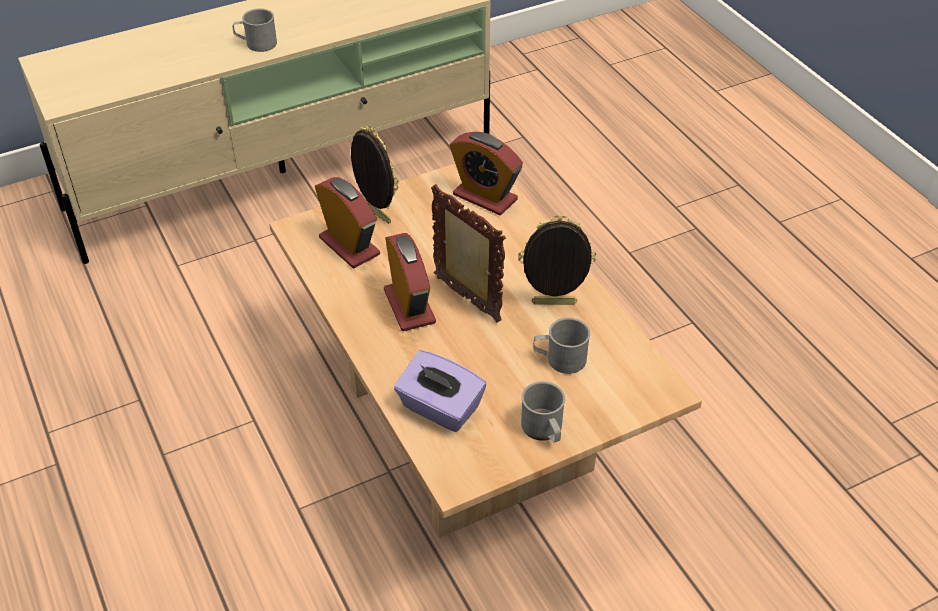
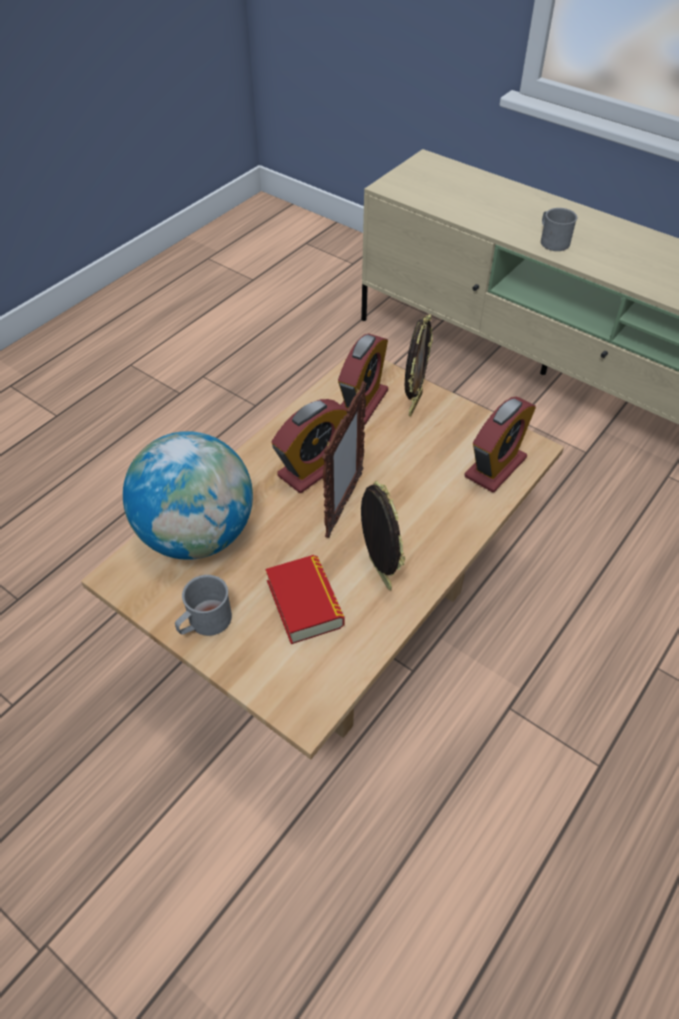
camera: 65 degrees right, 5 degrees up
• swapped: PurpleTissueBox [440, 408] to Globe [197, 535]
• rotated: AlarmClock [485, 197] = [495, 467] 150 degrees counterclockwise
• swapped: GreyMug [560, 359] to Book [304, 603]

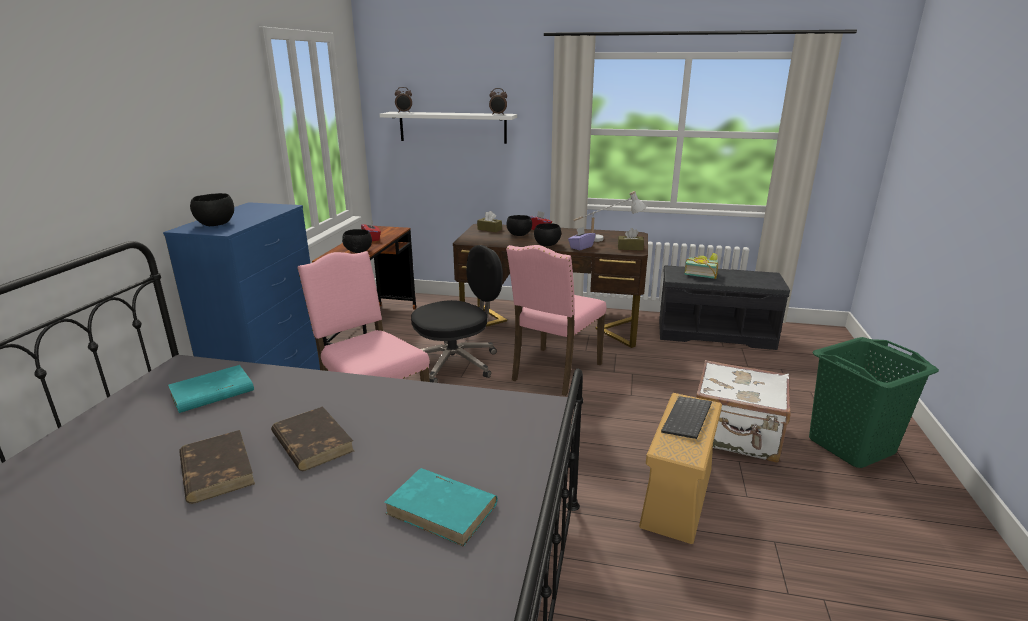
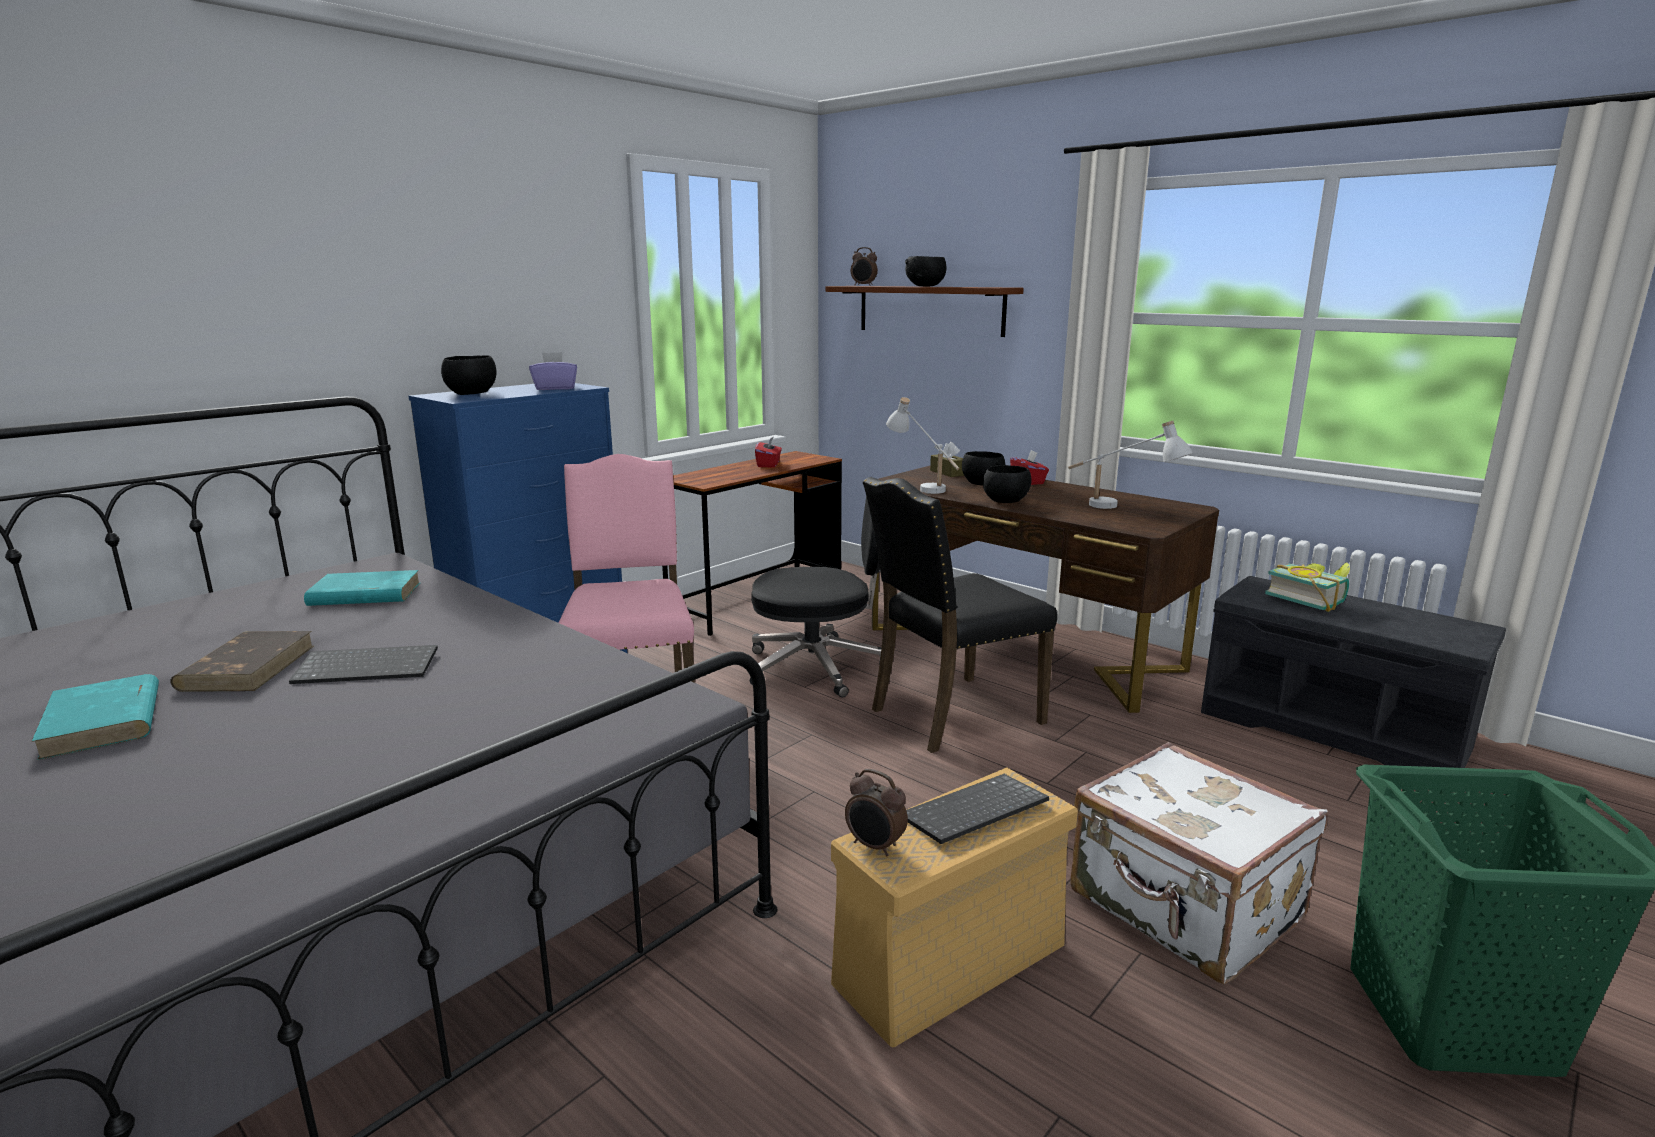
camera: 30 degrees right, 5 degrees down
• swapped: BrownBook [312, 442] to Keyboard [369, 667]
• shifted: BlackBowl [359, 251] to [926, 286]
• repainted: WhiteShelf [452, 127] to BrownShelf [930, 310]
• shifted: TurquoiseBook [442, 509] to [103, 722]
• shifted: AlarmClock [498, 114] to [875, 846]
• repainted: PinkChair [554, 372] to BlackChair [951, 715]
• shifted: PurpleTissueBox [581, 247] to [555, 388]
• gone: BrownTissueBox [630, 248]
• new: WhiteTableLamp [922, 487]

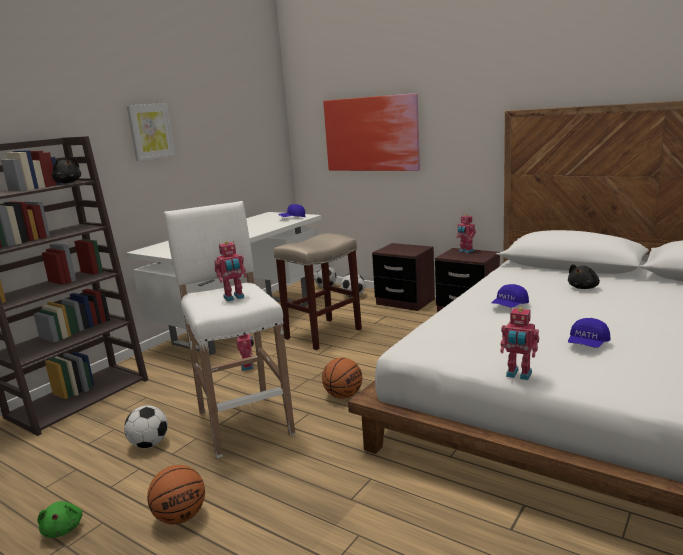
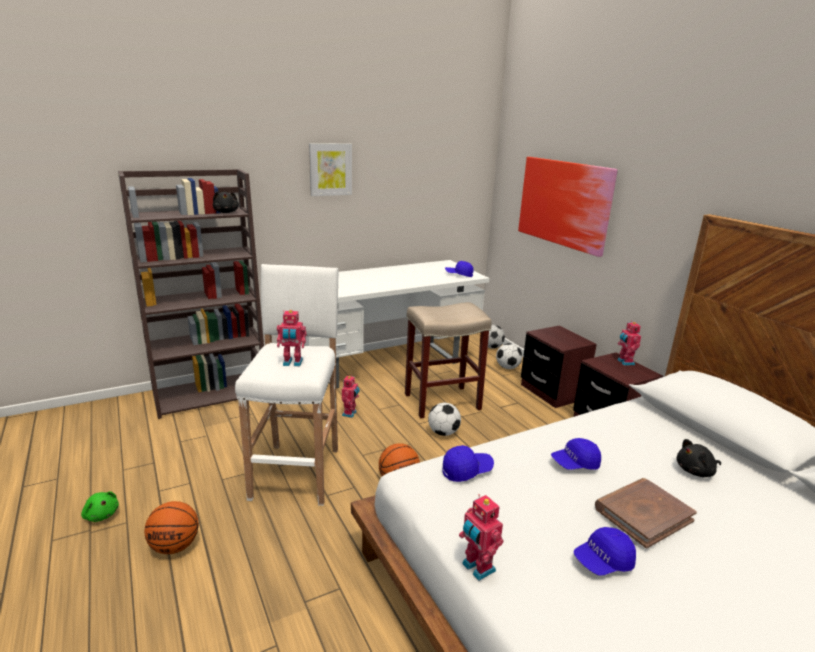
camera: 25 degrees right, 5 degrees up
• rotated: GreenPlushToy [63, 529] = [101, 515] 60 degrees counterclockwise
• shifted: Football [149, 444] to [443, 433]
• new: BlueCap [466, 471]
• new: BrownBook [643, 514]

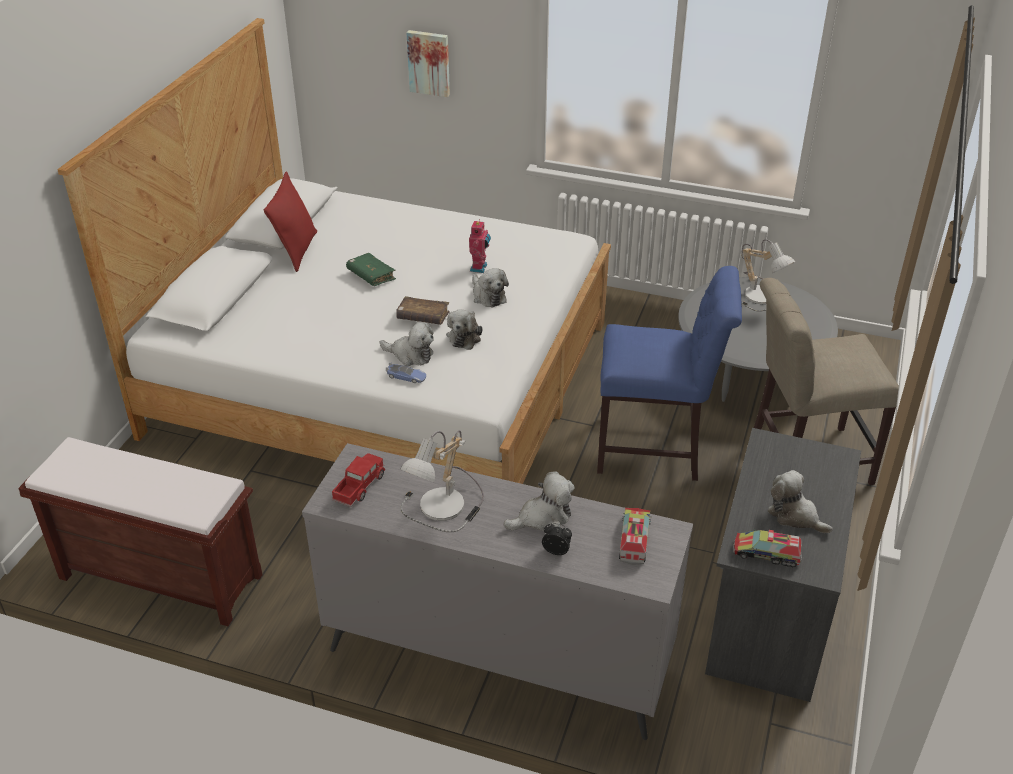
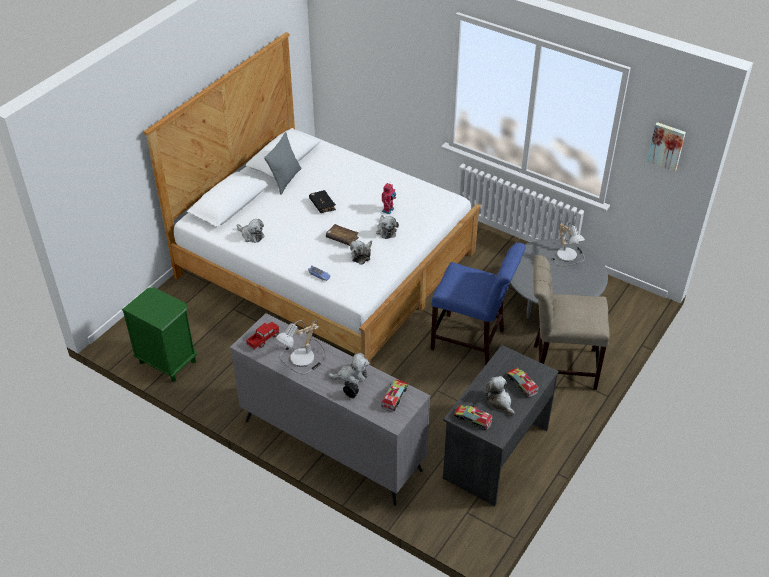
camera: 15 degrees right, 5 degrees up
• swapped: BrownBench [158, 577] to GreenNightstand [167, 362]
• repainted: RedPillow [297, 250] to GreyPillow [285, 180]
• repainted: GreenBook [371, 275] to BlackBook [322, 205]
• shifted: PlushToy [410, 355] to [251, 235]
• shifted: Picture [429, 62] to [666, 146]
• new: ToyTruck [522, 384]

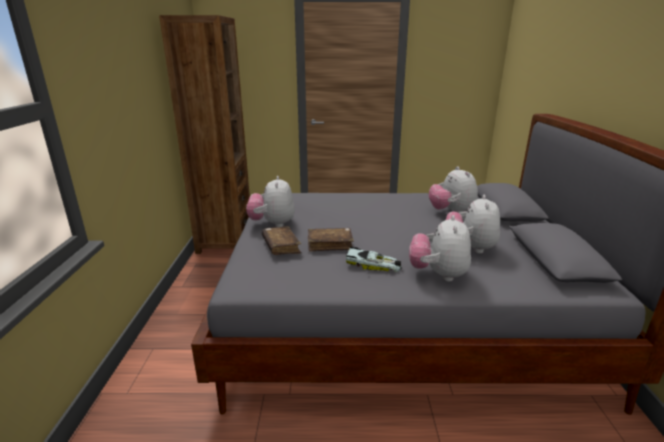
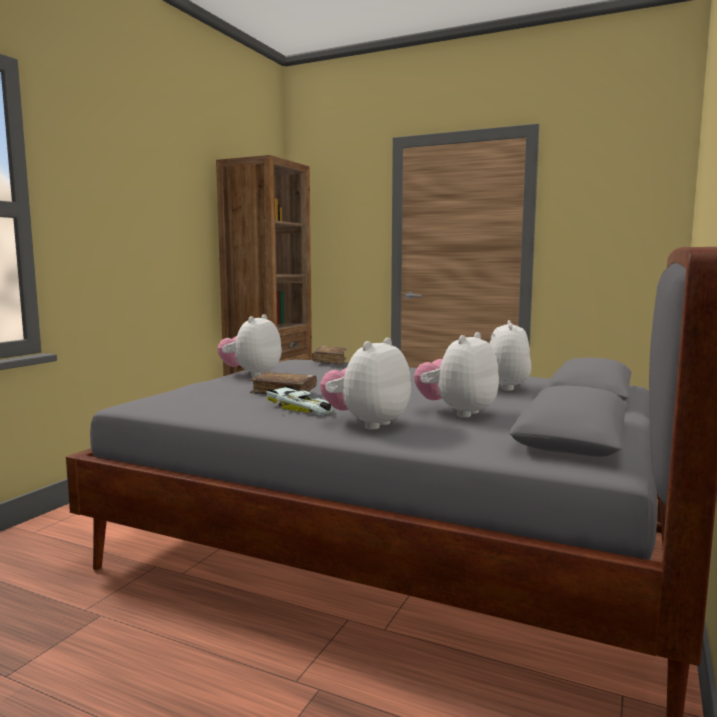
camera: 25 degrees right, 15 degrees down
• shifted: BrownBook [281, 246] to [330, 362]

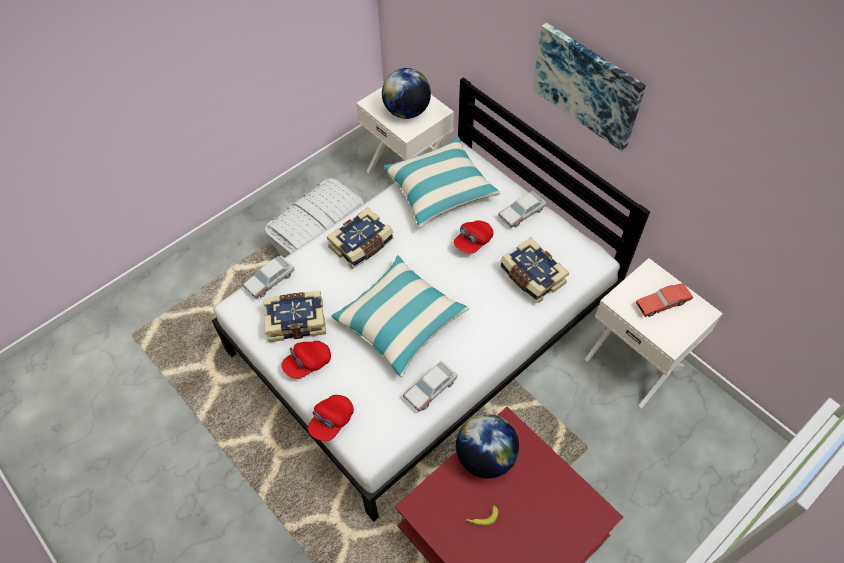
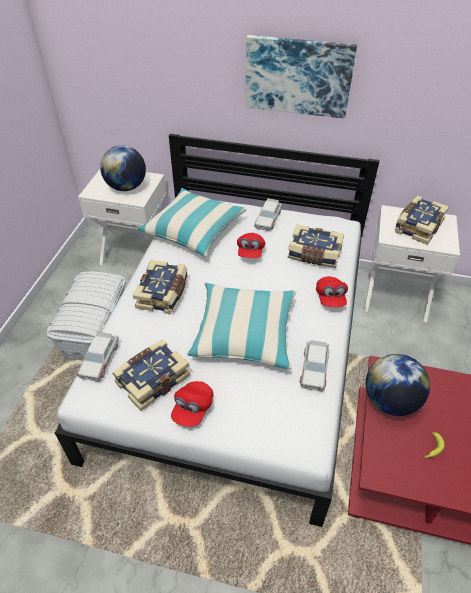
camera: 35 degrees left, 10 degrees down
• shifted: RedCap [331, 421] to [330, 298]
• swapped: RedToyCar [662, 303] to Book [417, 226]

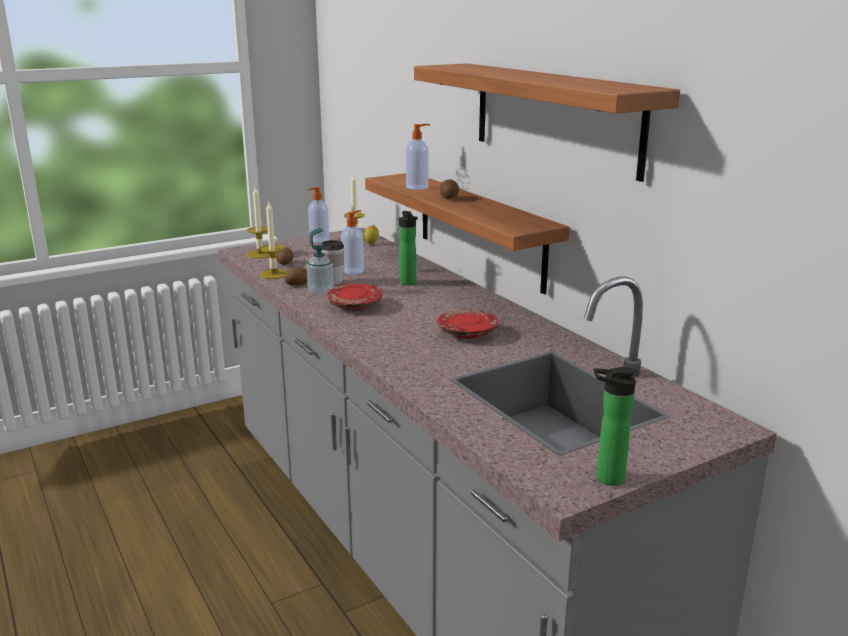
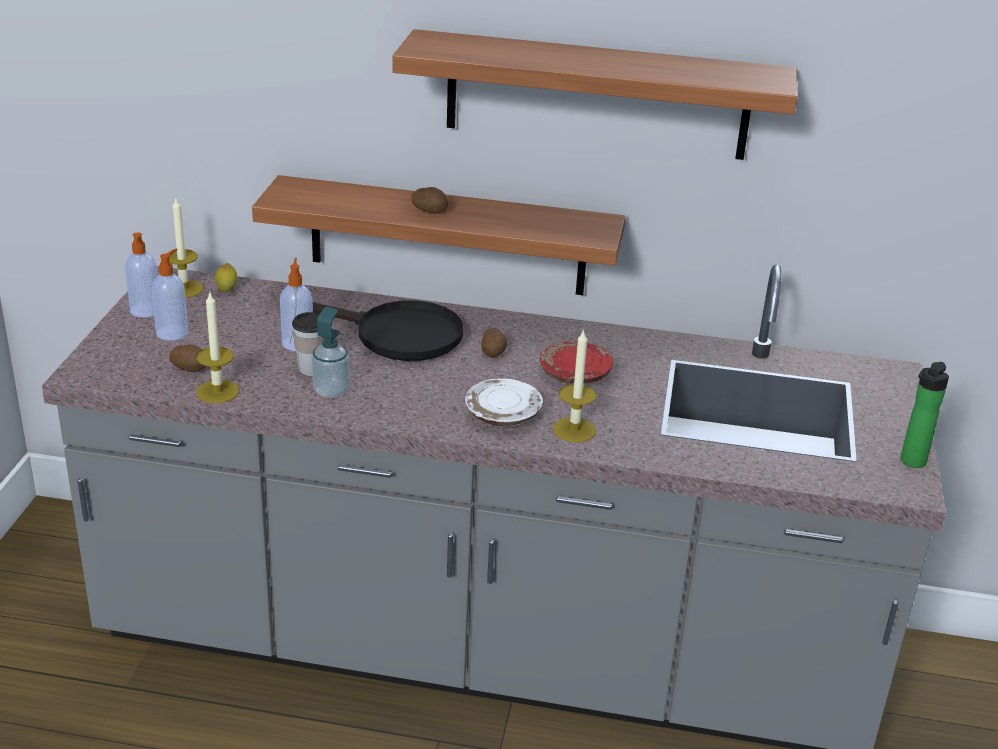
camera: 50 degrees left, 10 degrees up
• shifted: Candle [260, 254] to [574, 430]
• shifted: Potato [298, 284] to [493, 352]
• gone: RedPlate [355, 306]
• swapped: Bottle [408, 283] to BlackFryingPan [394, 335]
• shifted: SoapDispenser [418, 187] to [173, 332]
• new: WhitePlate [503, 415]

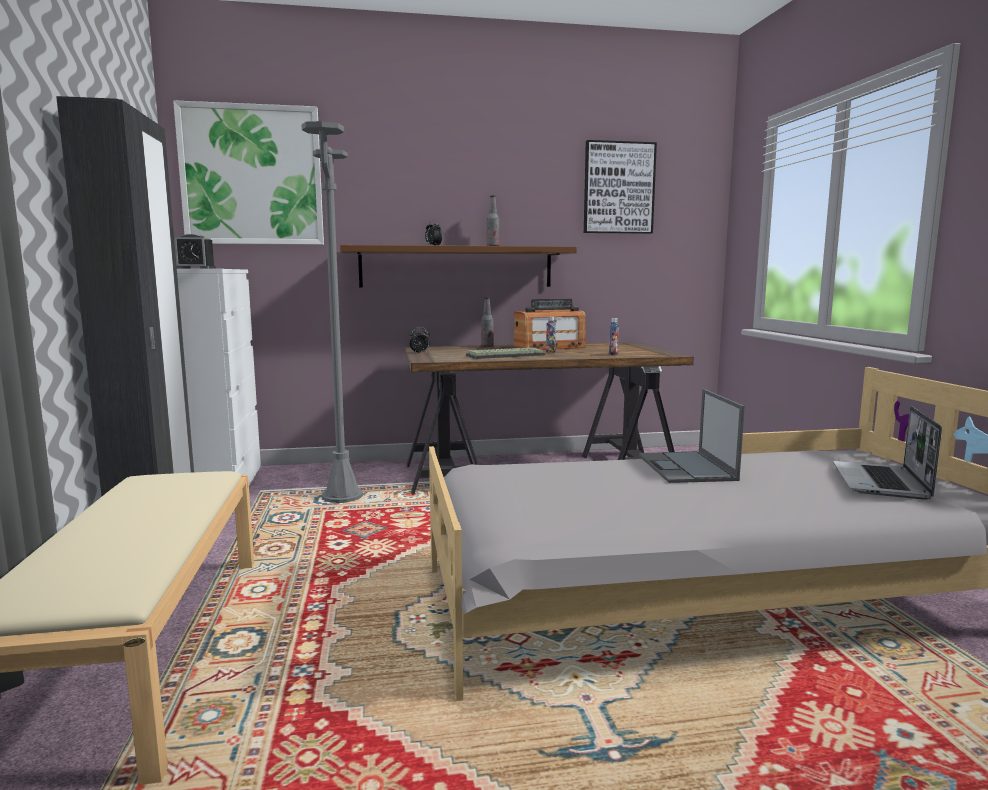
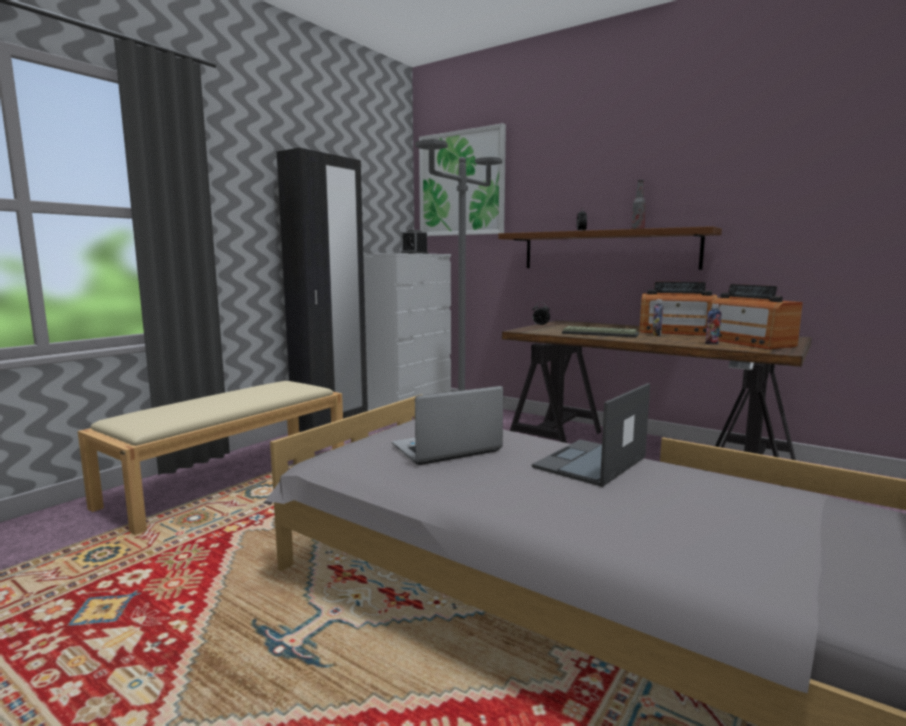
camera: 45 degrees right, 0 degrees up
• gone: Bottle [487, 346]
• gone: Picture [618, 188]
• shifted: Laptop [881, 482] to [445, 449]
• new: Radio [748, 342]

